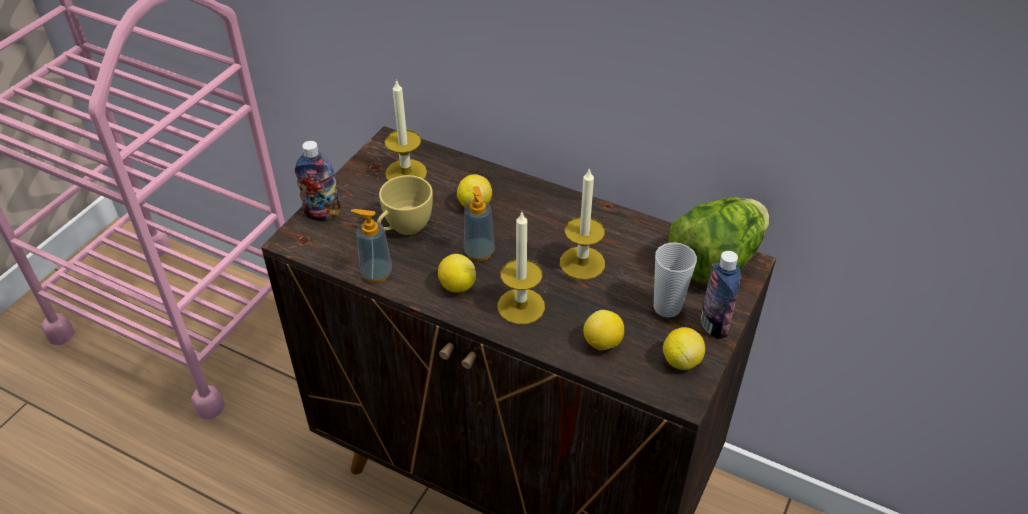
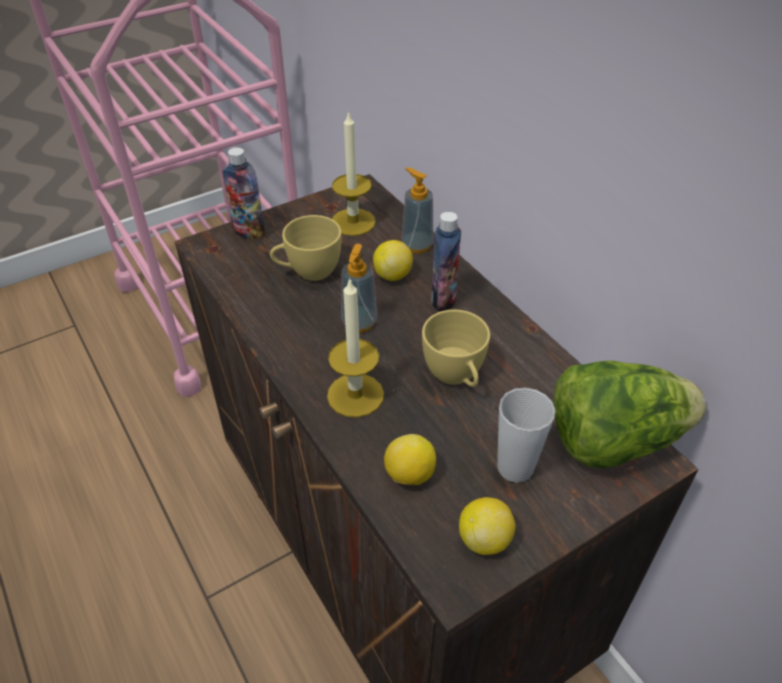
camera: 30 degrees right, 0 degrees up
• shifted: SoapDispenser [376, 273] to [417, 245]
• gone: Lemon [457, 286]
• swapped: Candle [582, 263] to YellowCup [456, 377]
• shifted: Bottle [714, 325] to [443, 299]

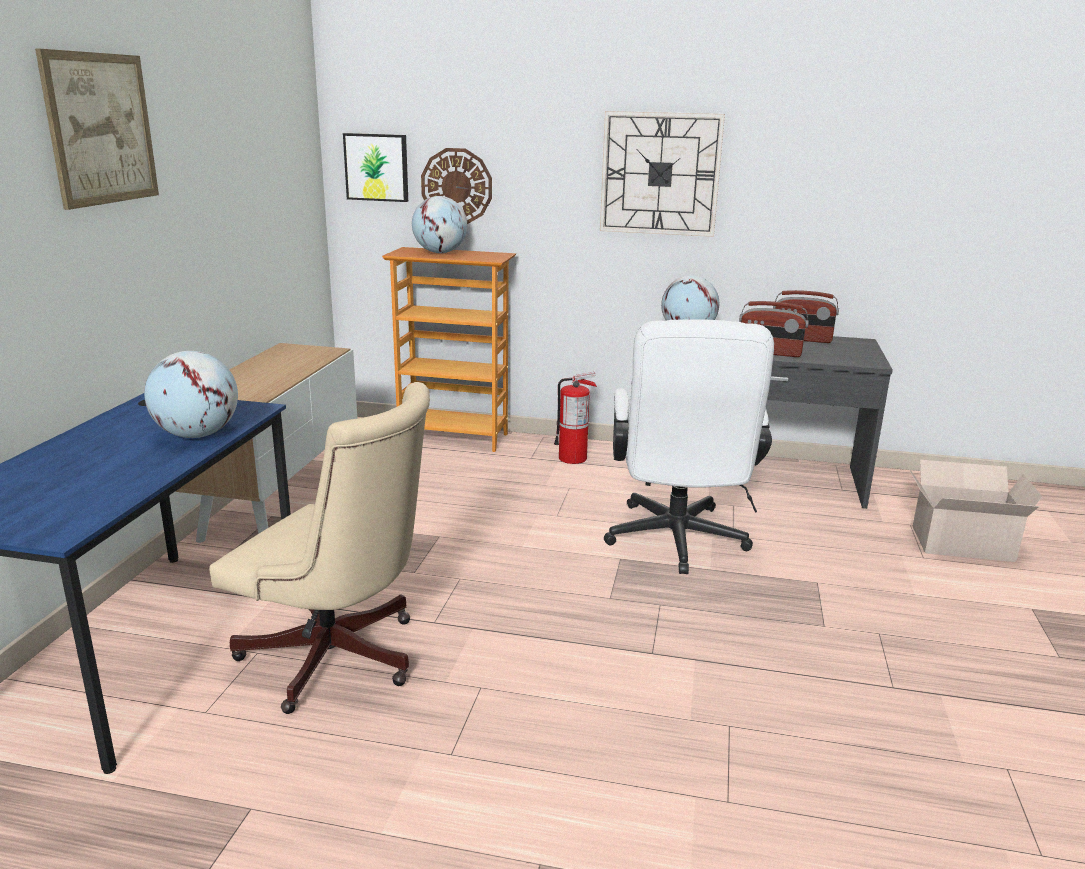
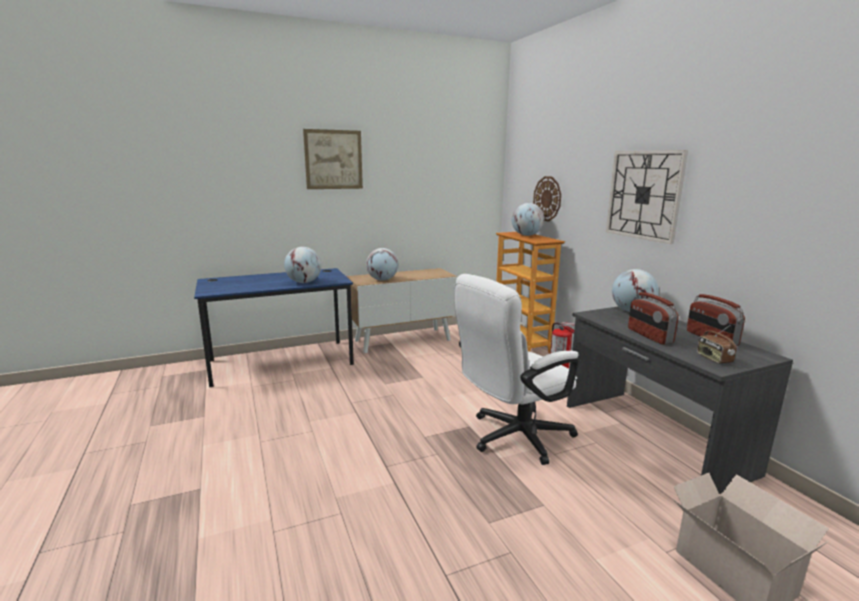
camera: 55 degrees right, 5 degrees down
• gone: BeigeOfficeChair [339, 661]
• gone: Picture [377, 167]
• new: Globe [382, 280]
• new: Radio [713, 359]

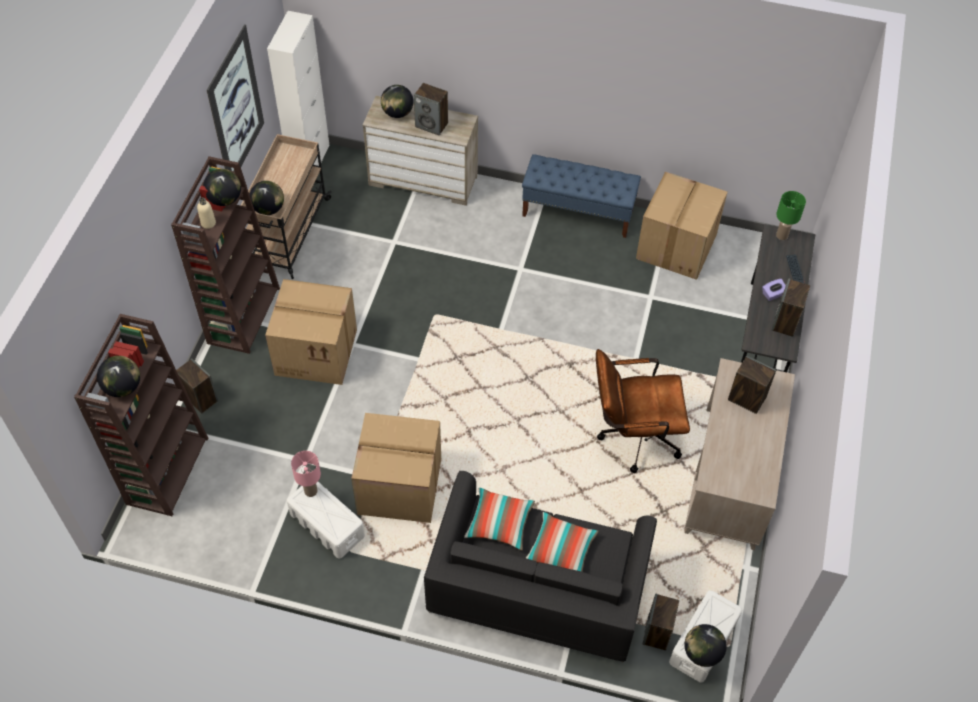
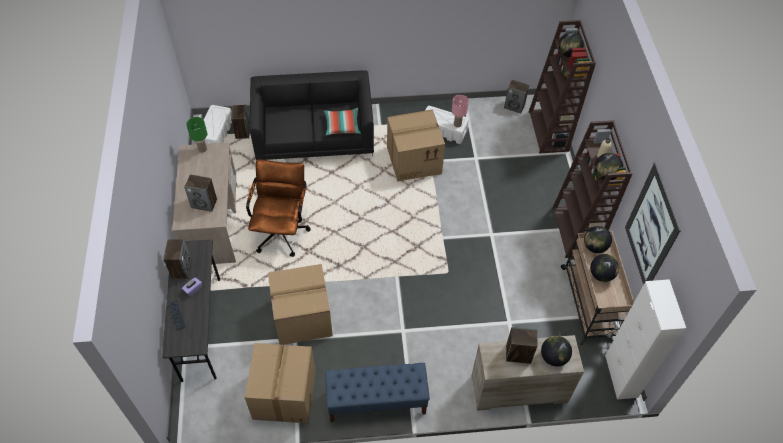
camera: 160 degrees right, 0 degrees up
• shifted: Speaker [200, 399] to [514, 106]
• shifted: CardboardBox [317, 351] to [302, 318]
• gone: Pillow [561, 550]
• rotated: BrownOfficeChair [632, 436] = [282, 230] 60 degrees counterclockwise
• shifted: Globe [702, 653] to [601, 275]
• shifted: GreenTableLamp [781, 235] to [202, 149]

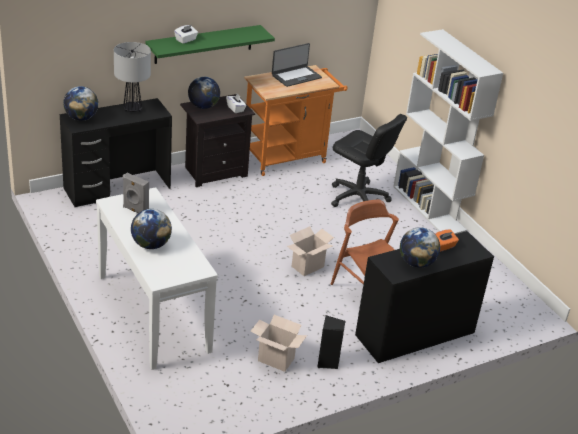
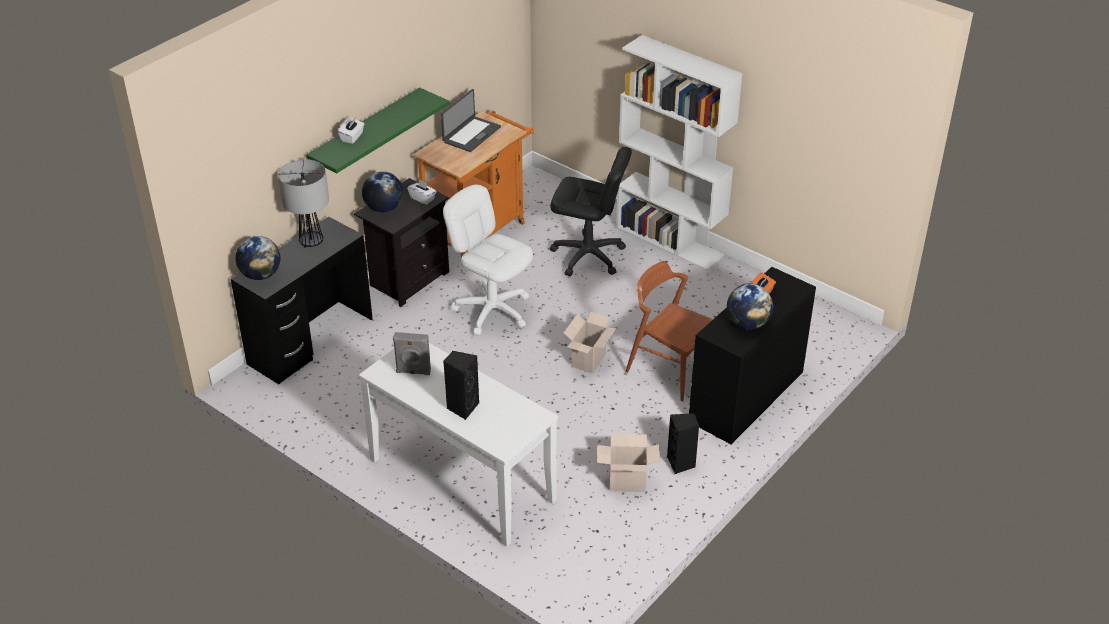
camera: 20 degrees left, 5 degrees up
• swapped: Globe [151, 245] to BlackSpeaker [462, 407]
• new: WhiteOfficeChair [492, 310]

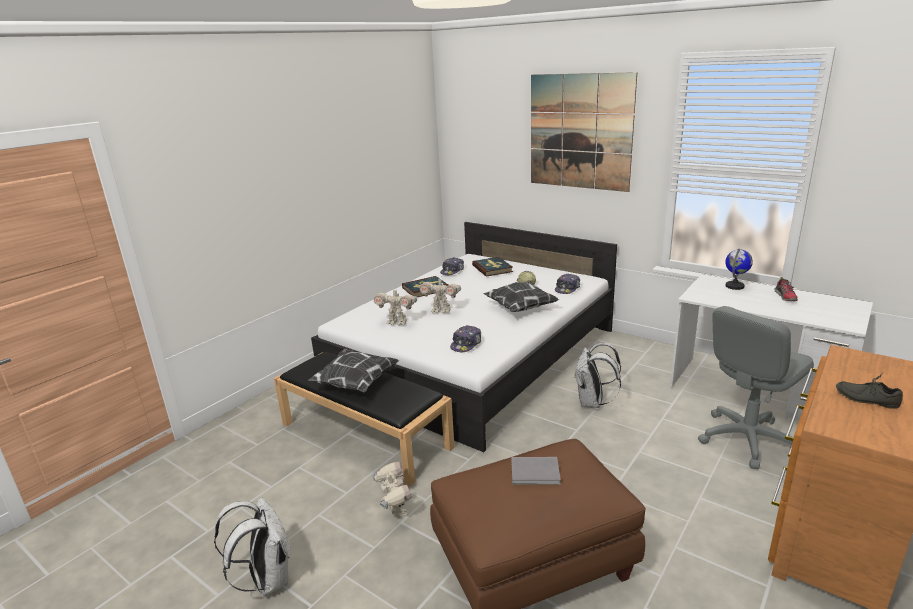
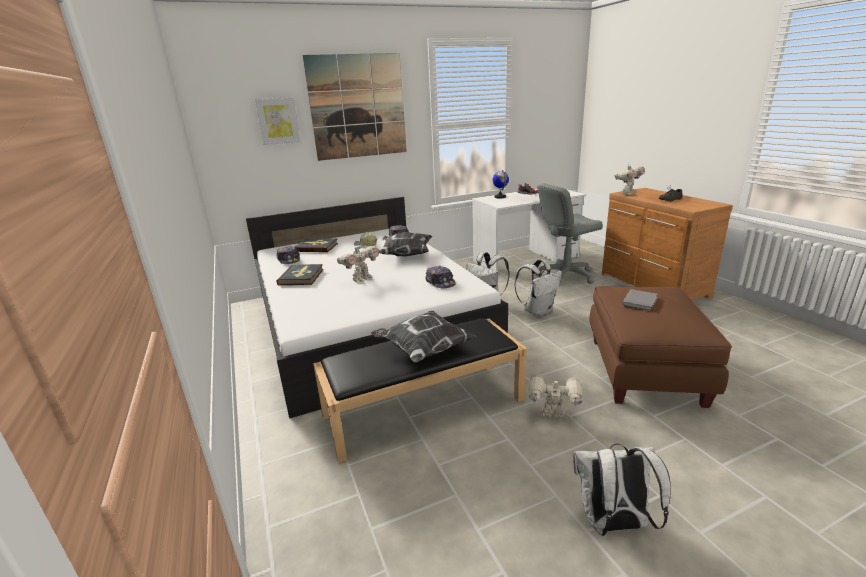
camera: 60 degrees left, 0 degrees up
• shifted: ToyRobot [397, 322] to [627, 194]
• rotated: GreyOfficeChair [746, 439] = [565, 276] 75 degrees clockwise
• new: Picture [278, 121]
• new: WhiteBackpack [538, 311]

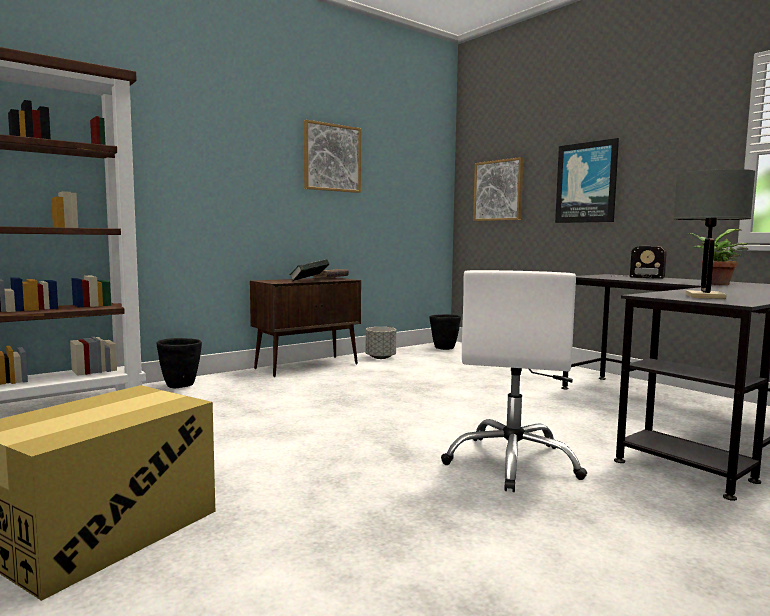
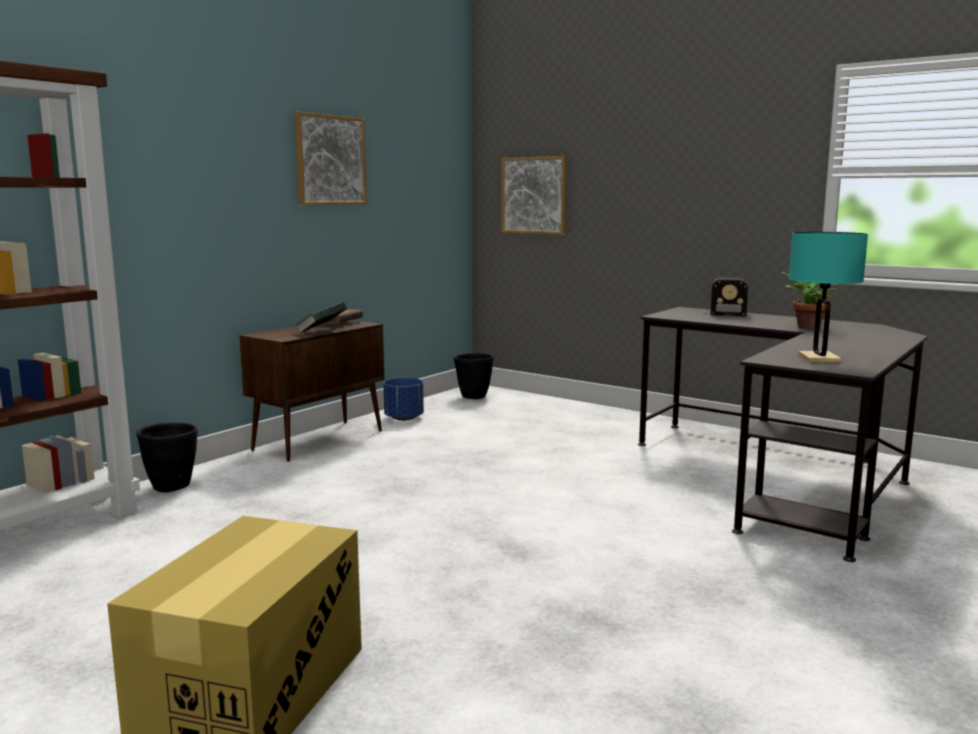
camera: 15 degrees left, 5 degrees up
• repainted: GreyPlanter [380, 357] to BluePlanter [404, 418]
• gone: WhiteOfficeChair [513, 463]
• gone: Picture [586, 182]
• repainted: GreyTableLamp [705, 296] to TurquoiseTableLamp [819, 358]

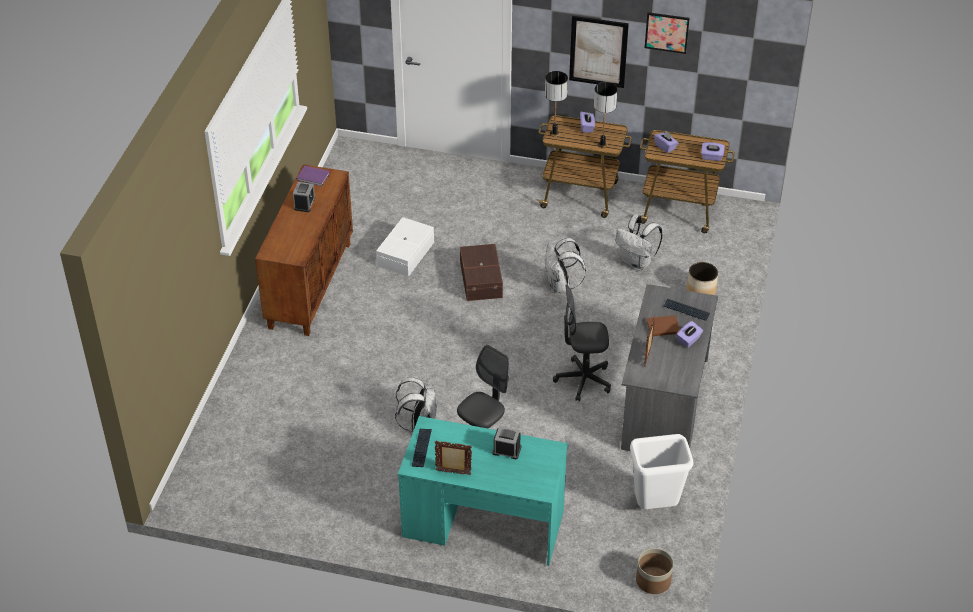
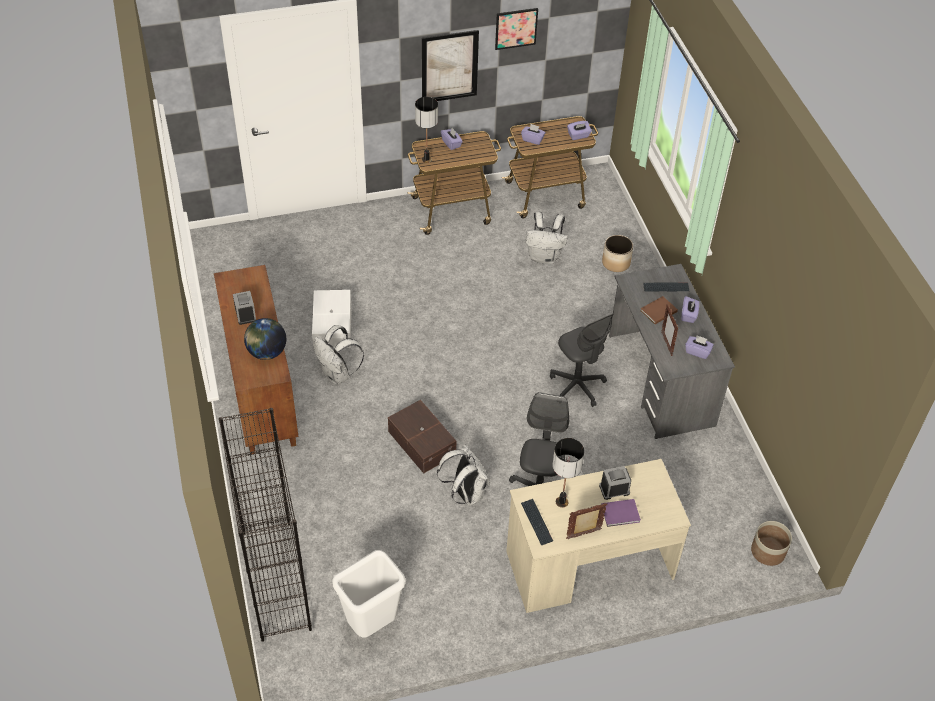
camera: 30 degrees left, 5 degrees up
• shifted: PurpleBook [313, 177] to [621, 514]
• repainted: TurquoiseDesk [483, 524] to BeigeDesk [589, 565]
• shifted: BrownStorageBox [482, 279] to [422, 442]
• shifted: WhiteBackpack [560, 286] to [338, 374]
• rotated: GreyOfficeChair [583, 380] = [577, 386] 90 degrees counterclockwise
• shifted: TableLamp [602, 145] to [561, 502]
• shifted: WhiteTrashCan [655, 506] to [371, 625]
• new: BlackBookcase [275, 579]
• new: Globe [267, 352]
• new: PurpleTissueBox [697, 351]

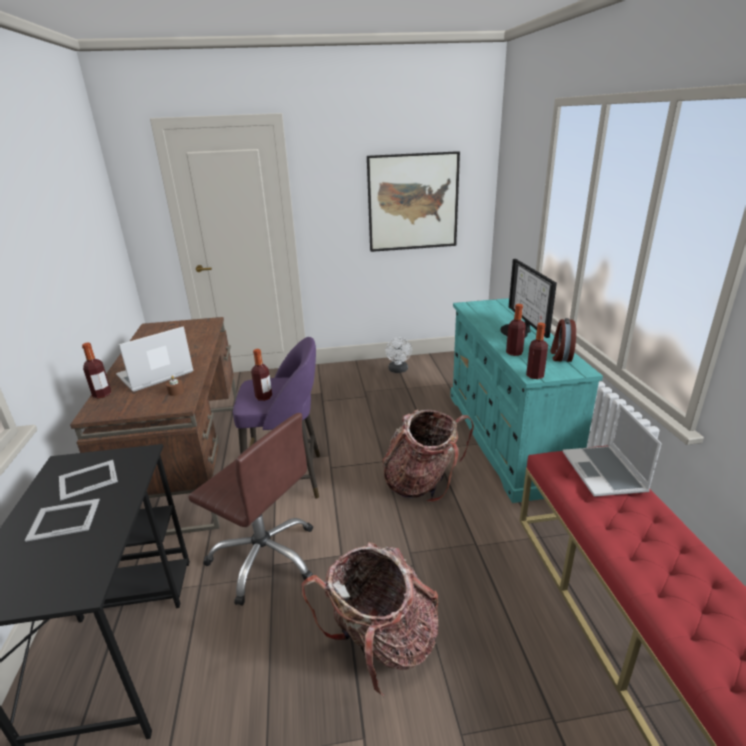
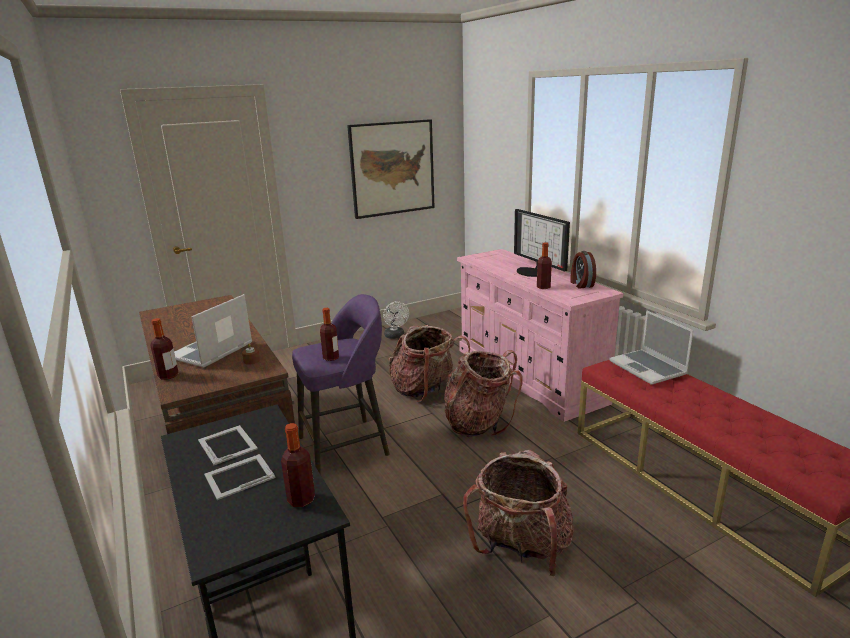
camera: 20 degrees left, 5 degrees down
• rotated: PictureFrame [87, 479] = [227, 444] 105 degrees clockwise
• gone: BrownOfficeChair [265, 557]
• repainted: TurquoiseDresser [505, 438] to PinkDresser [529, 375]
• shifted: Bottle [535, 376] to [301, 499]
• new: Backpack [425, 390]

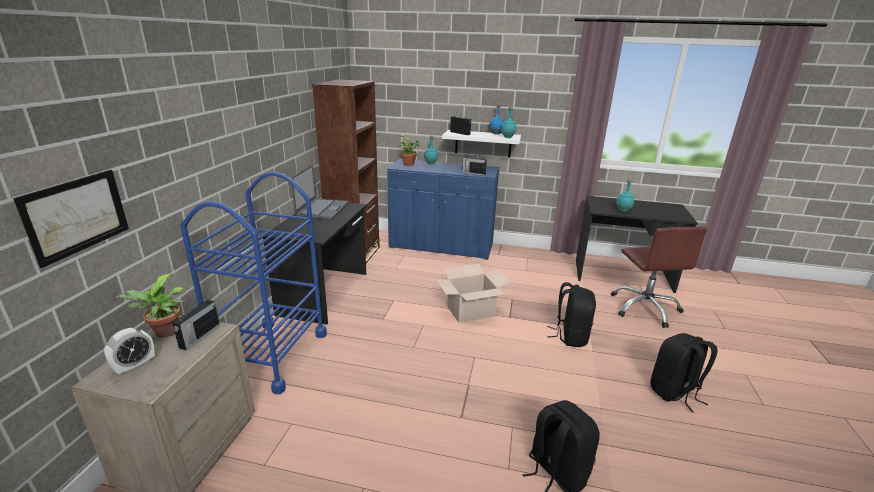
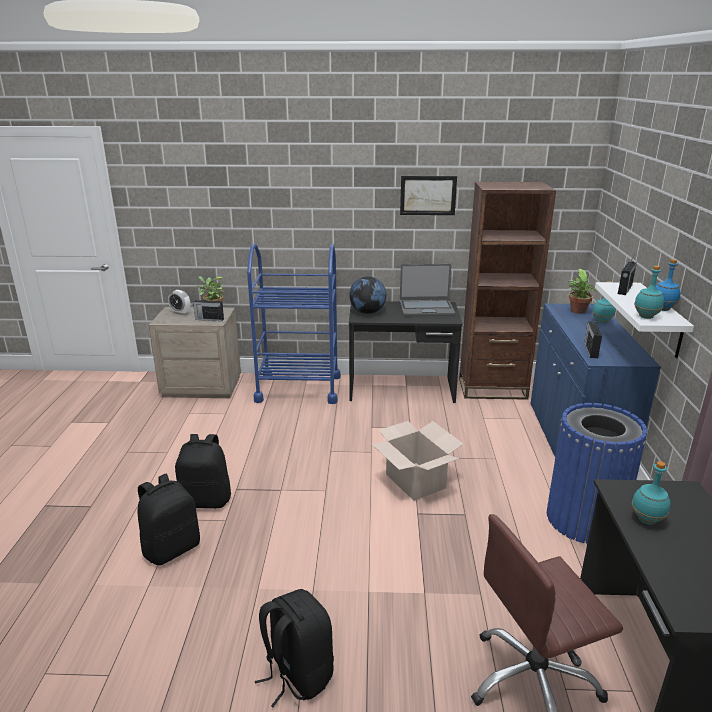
camera: 80 degrees right, 0 degrees up
• shifted: Picture [77, 215] to [428, 195]
• shifted: BlackBackpack [570, 336] to [206, 500]
• new: Globe [367, 312]
• new: BlueTrashCan [584, 519]

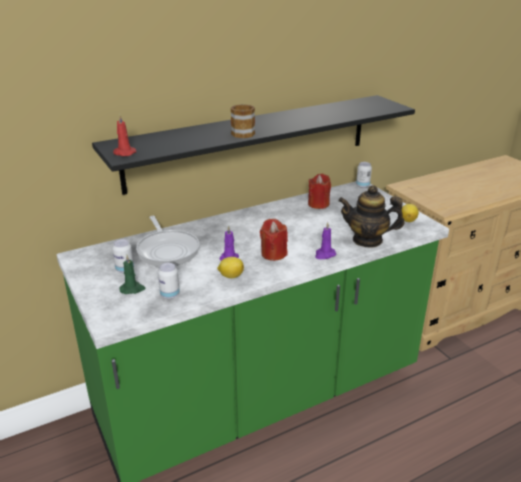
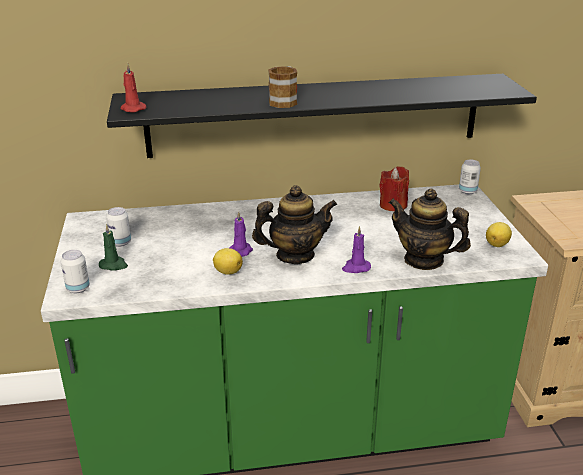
camera: 20 degrees right, 0 degrees up
• gone: FryingPan [167, 250]
• shifted: Can [170, 295] to [78, 288]
• swapped: RedCandle [273, 254] to Teapot [295, 255]

